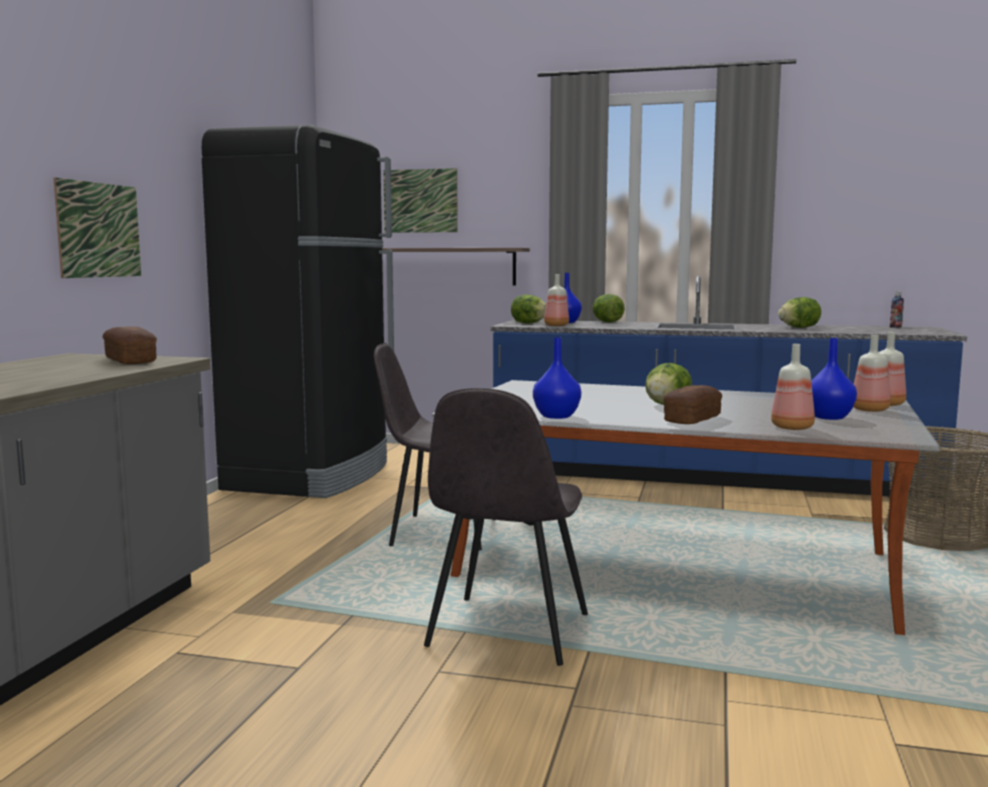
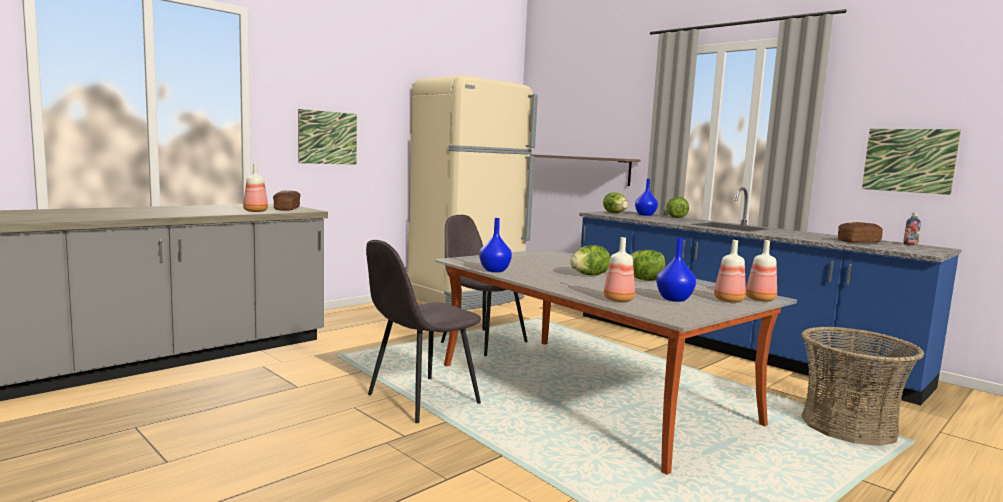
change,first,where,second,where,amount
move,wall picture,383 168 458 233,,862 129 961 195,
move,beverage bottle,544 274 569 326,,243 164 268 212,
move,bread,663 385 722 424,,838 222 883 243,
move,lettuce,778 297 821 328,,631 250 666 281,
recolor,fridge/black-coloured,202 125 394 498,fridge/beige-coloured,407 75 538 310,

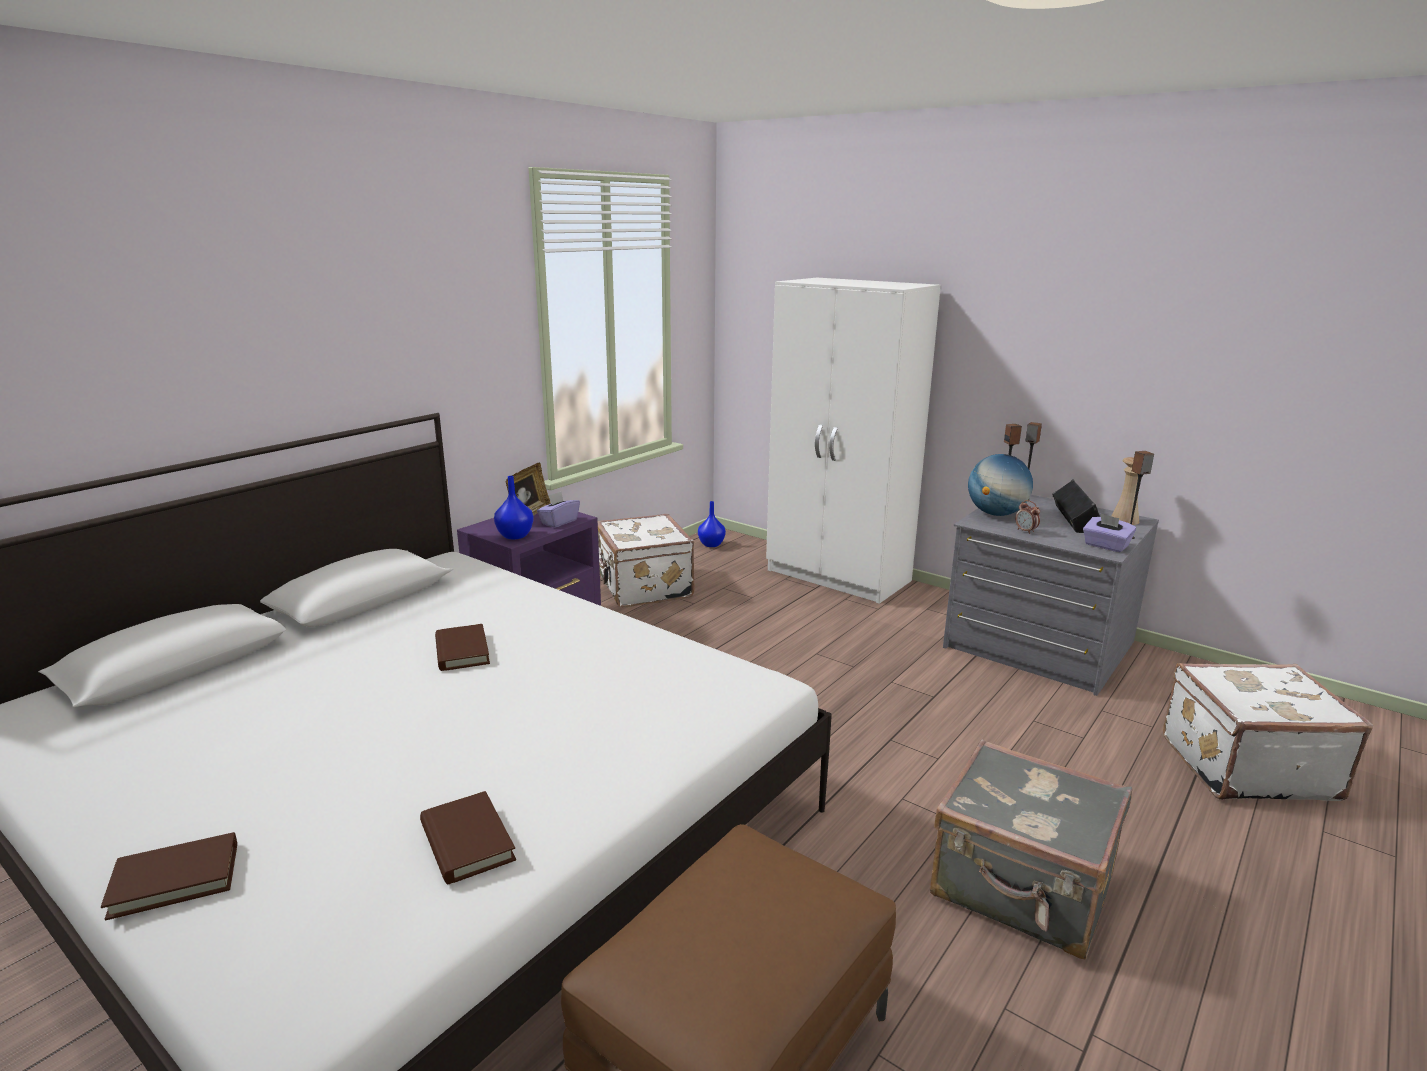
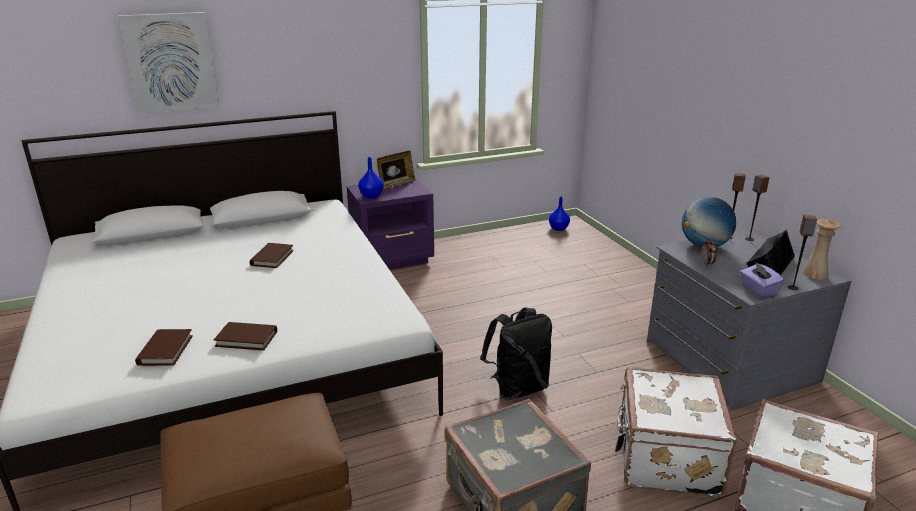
change,first,where,second,where,amount
delete,tissue holder/purplish,537 492 580 528,,,
delete,armoire/white,766 278 941 604,,,
insert,,,wall picture,118 12 219 113,
insert,,,backpack/black-coloured,480 307 552 400,
move,bound book/brown,101 832 237 920,,214 322 277 351,
move,piece of luggage/white,598 514 695 607,,615 367 736 498,

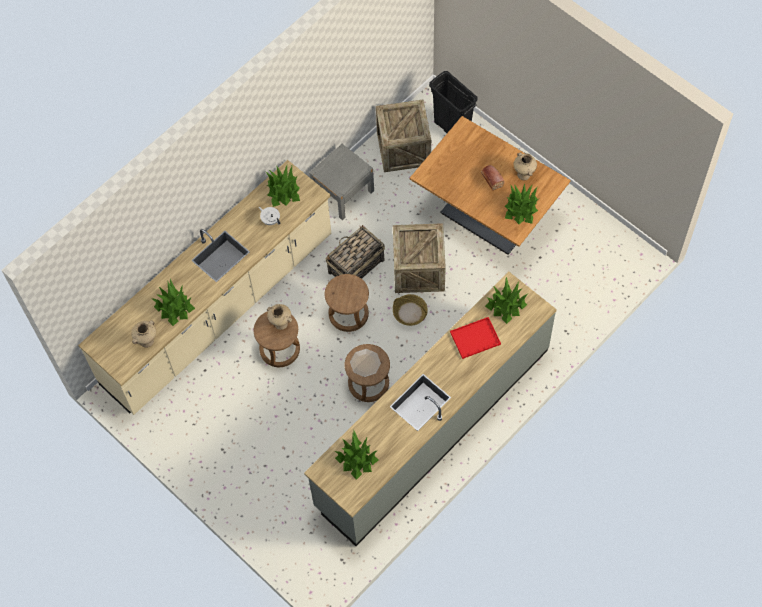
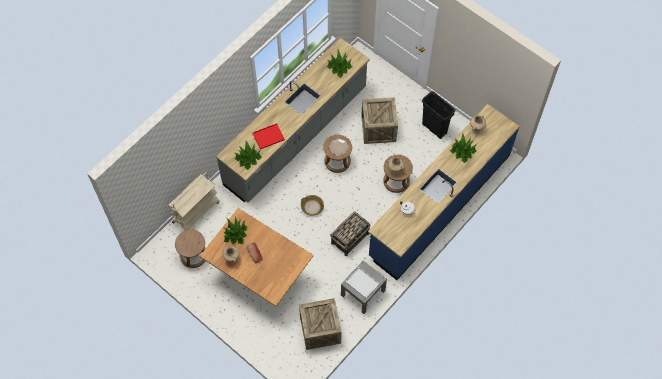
change,first,where,second,where,amount
delete,potted plant,265 166 300 207,,,
insert,,,wheeled cart/beige-coloured,168 172 220 230,
insert,,,serving tray/white,345 267 380 299,
move,stool seat/brown,324 274 369 332,,175 230 206 268,
move,shipping crate,393 223 446 293,,361 97 398 144,
move,trash can/black-coloured,429 71 478 133,,422 91 455 139,
recolor,kitchen counter/beige-coloured,78 160 331 415,kitchen counter/bluish,368 104 520 280,

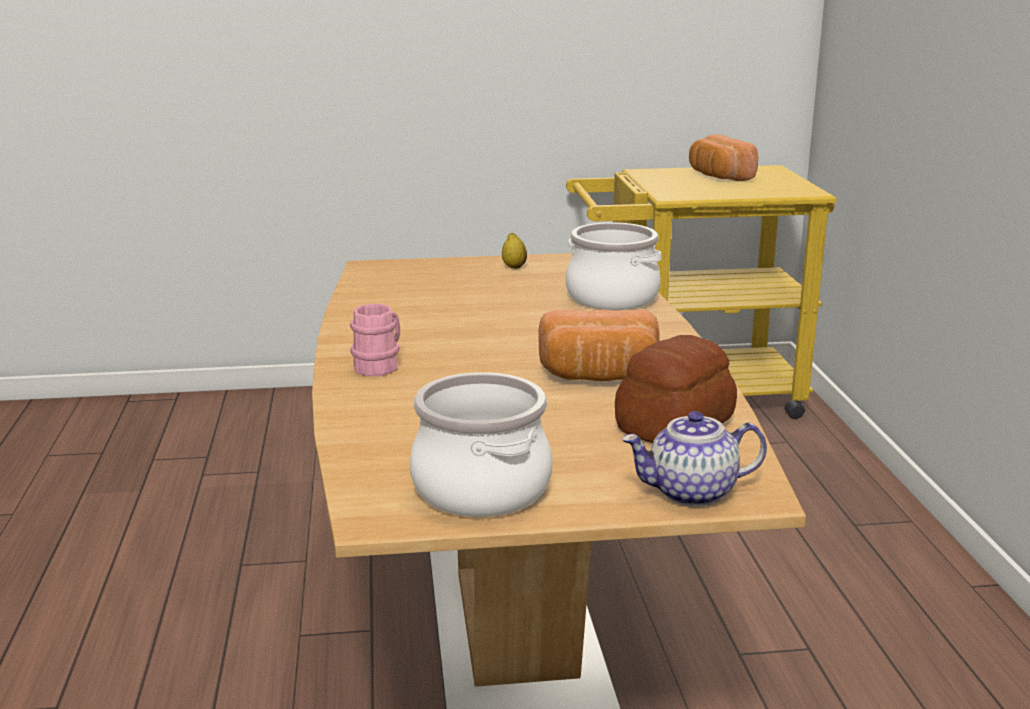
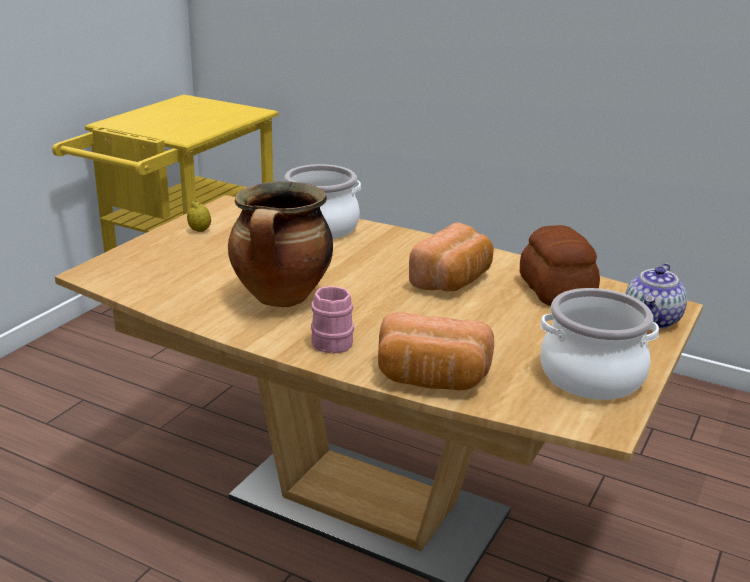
change,first,where,second,where,amount
insert,,,stockpot,228 181 333 307,
move,bread,689 134 758 181,,378 312 494 390,

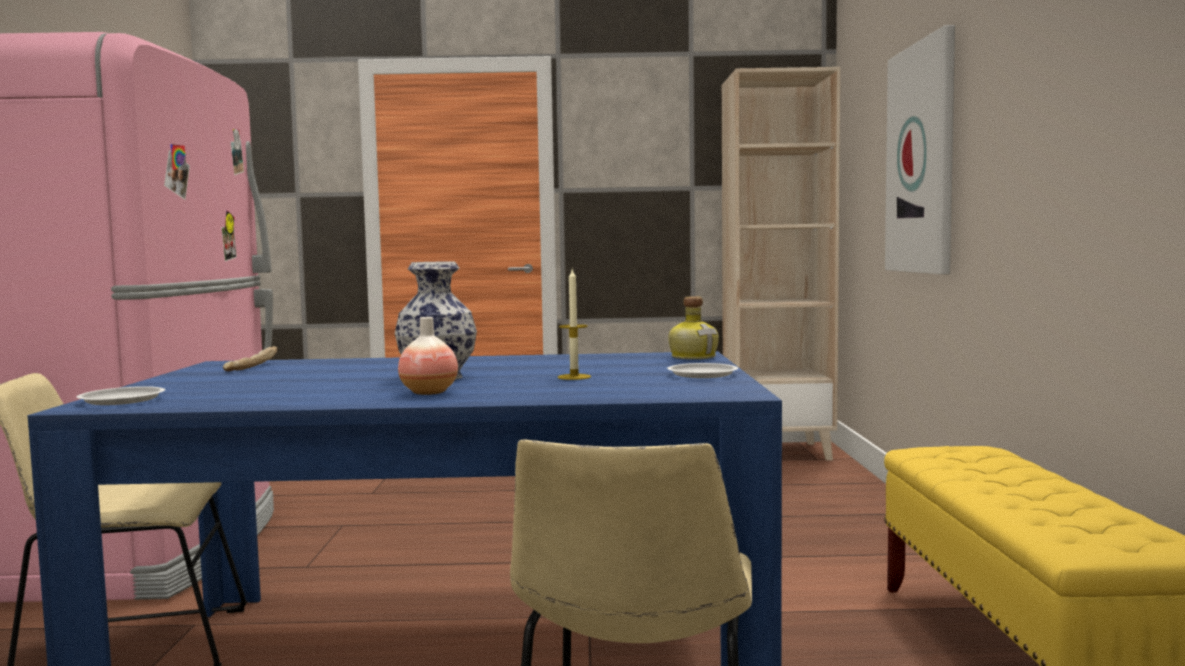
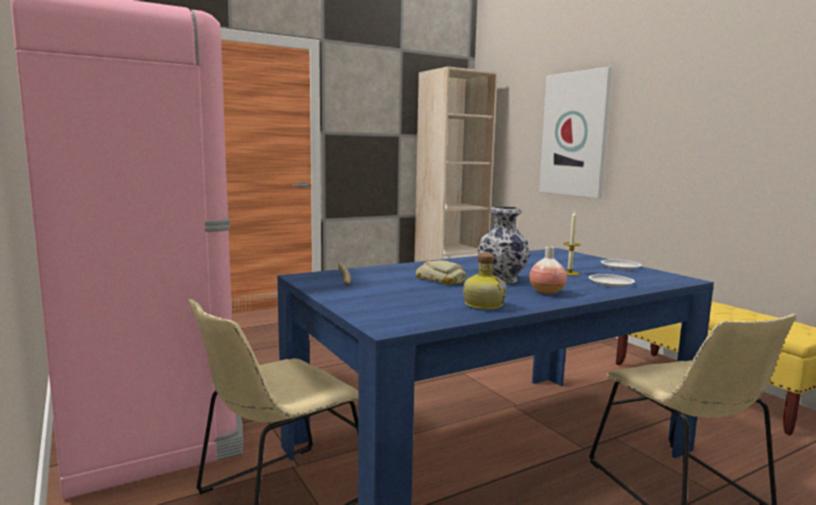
change,first,where,second,where,amount
insert,,,bread,416 261 466 284,
move,flat dish/white,77 386 165 405,,588 274 635 287,
move,beverage bottle,668 296 719 359,,463 253 507 310,

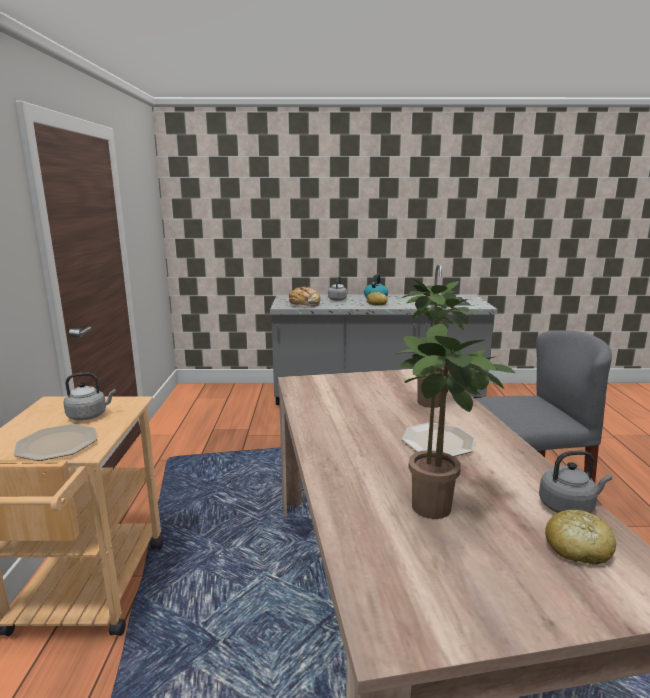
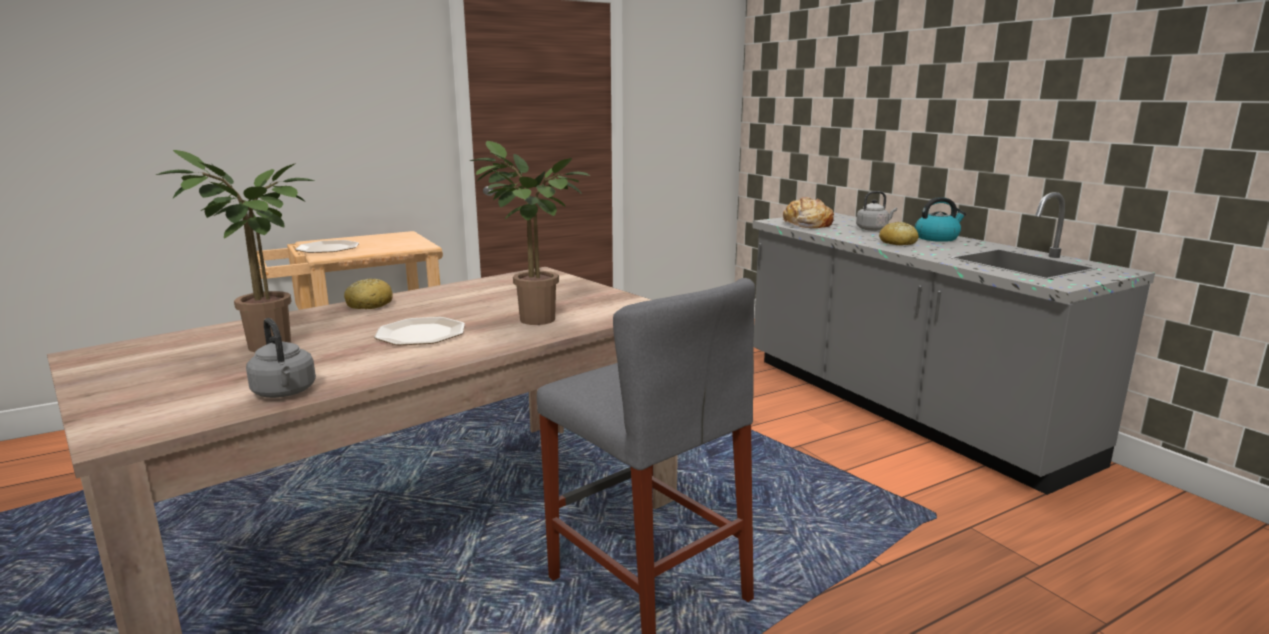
change,first,where,second,where,amount
delete,water kettle/greyish,63 372 116 421,,,
move,bread,545 510 616 565,,344 279 393 309,

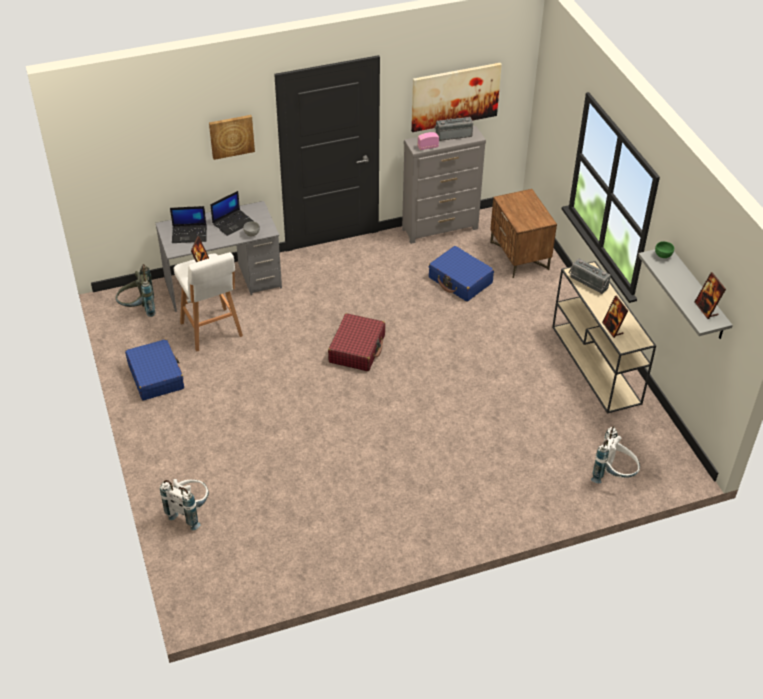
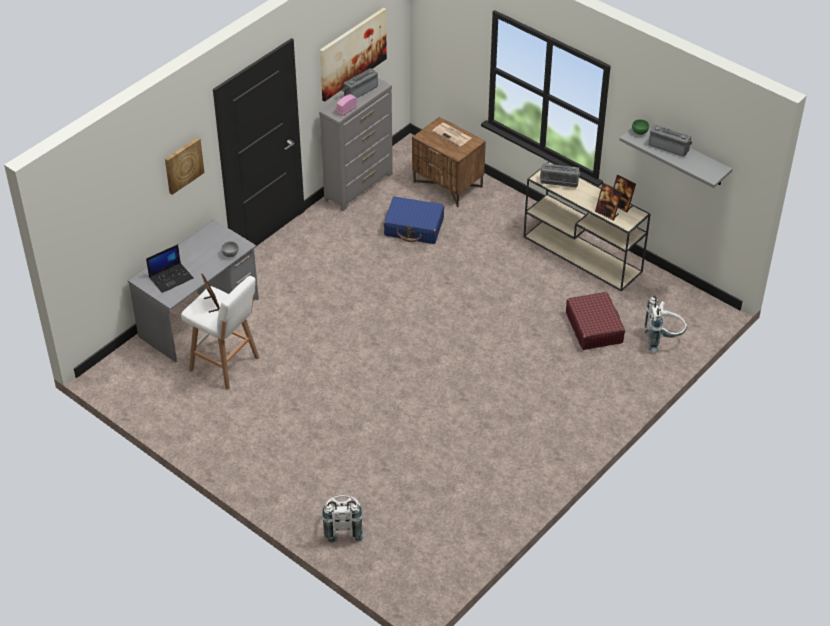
change,first,where,second,where,amount
delete,backpack/greyish,116 264 156 317,,,
delete,piece of luggage/bluish,125 339 184 401,,,
delete,portable computer,210 191 254 236,,,
insert,,,printed paper,432 123 471 146,
insert,,,radio set,649 124 692 157,
move,piece of luggage/reddish,328 313 385 371,,566 292 625 350,
move,picture frame,695 272 726 319,,613 175 636 212,

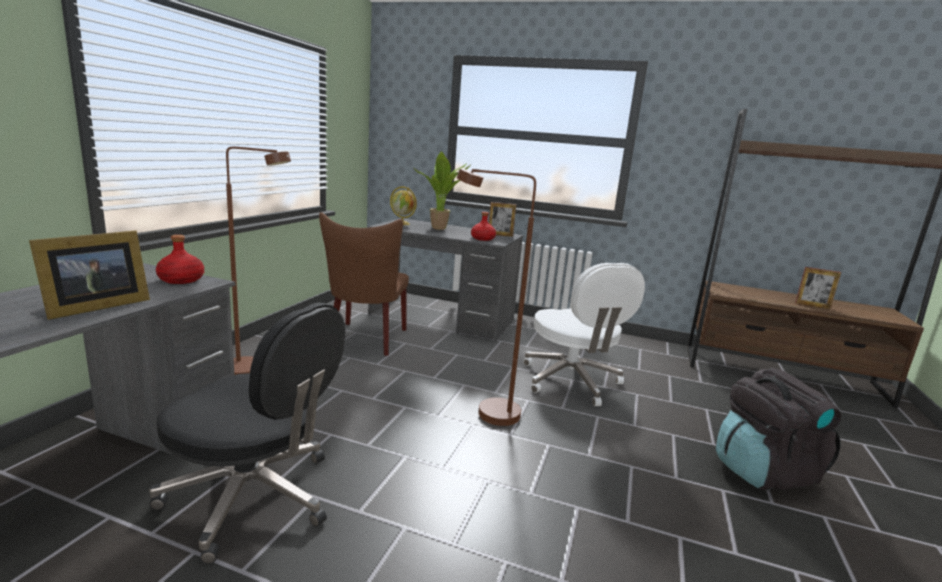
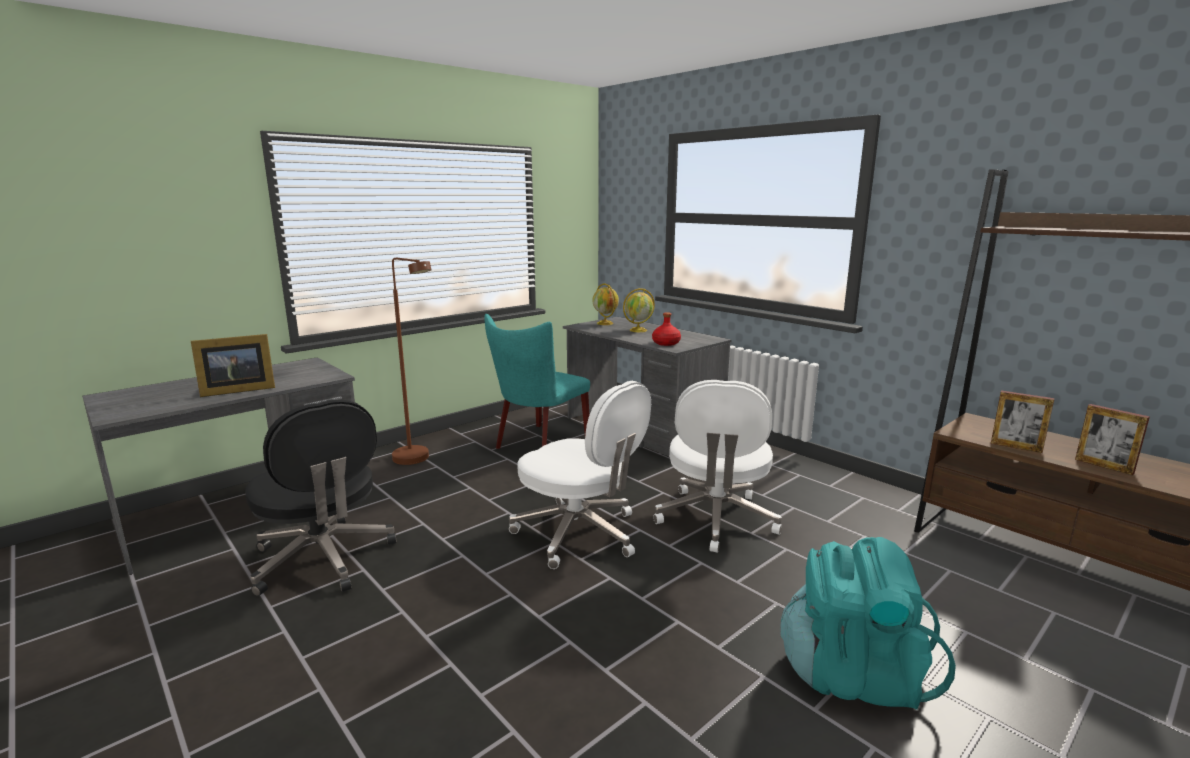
change,first,where,second,where,amount
delete,beverage bottle/reddish,156 235 204 284,,,
move,picture frame,489 202 516 237,,991 391 1054 453,
replace,potted plant,413 151 471 230,globe,623 288 655 332,
replace,floor lamp/brown,457 168 536 426,office chair/white,509 381 651 569,
recolor,plain chair/brown,319 212 409 356,plain chair/turquoise-coloured,484 314 590 449,
recolor,backpack/black-coloured,716 368 841 491,backpack/turquoise-coloured,780 537 956 710,

